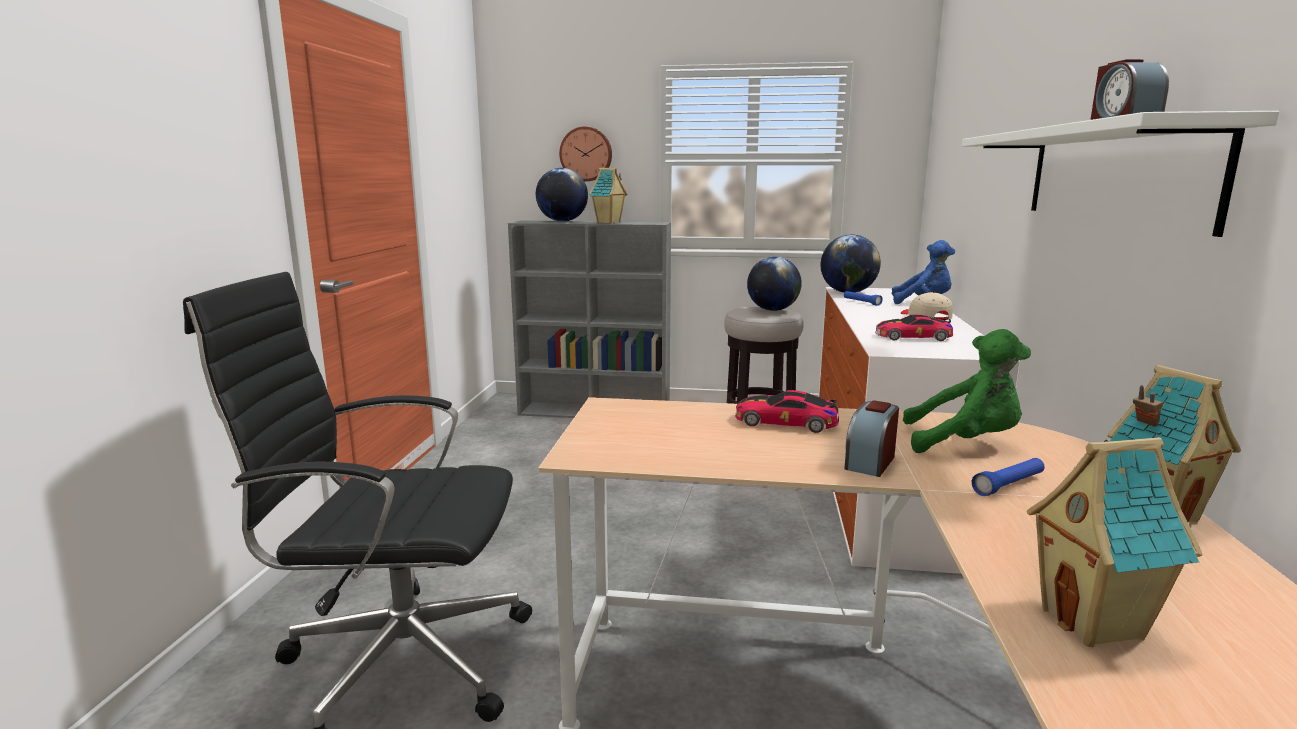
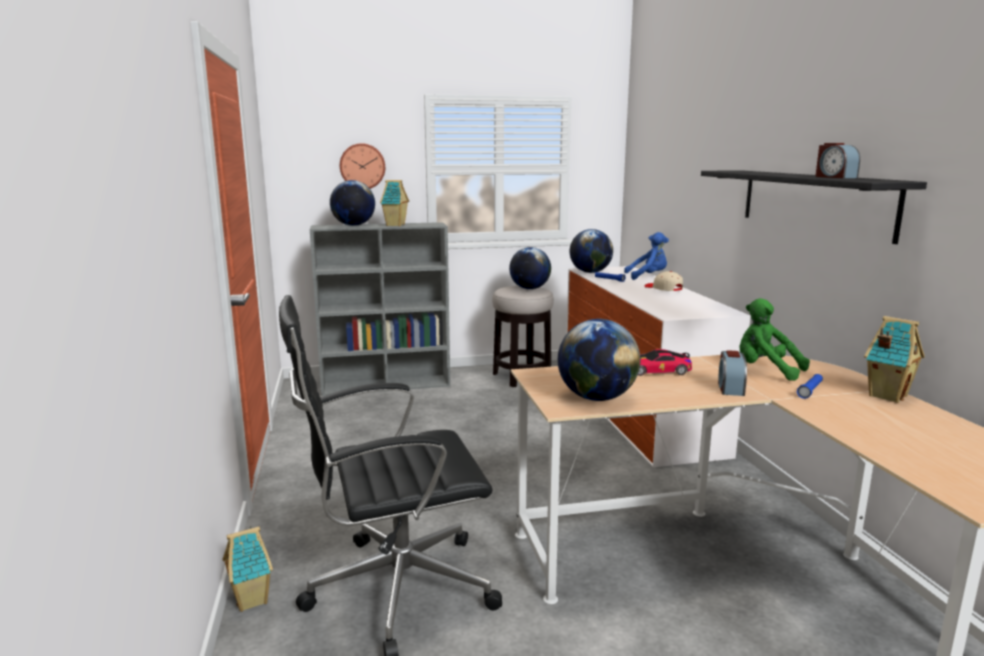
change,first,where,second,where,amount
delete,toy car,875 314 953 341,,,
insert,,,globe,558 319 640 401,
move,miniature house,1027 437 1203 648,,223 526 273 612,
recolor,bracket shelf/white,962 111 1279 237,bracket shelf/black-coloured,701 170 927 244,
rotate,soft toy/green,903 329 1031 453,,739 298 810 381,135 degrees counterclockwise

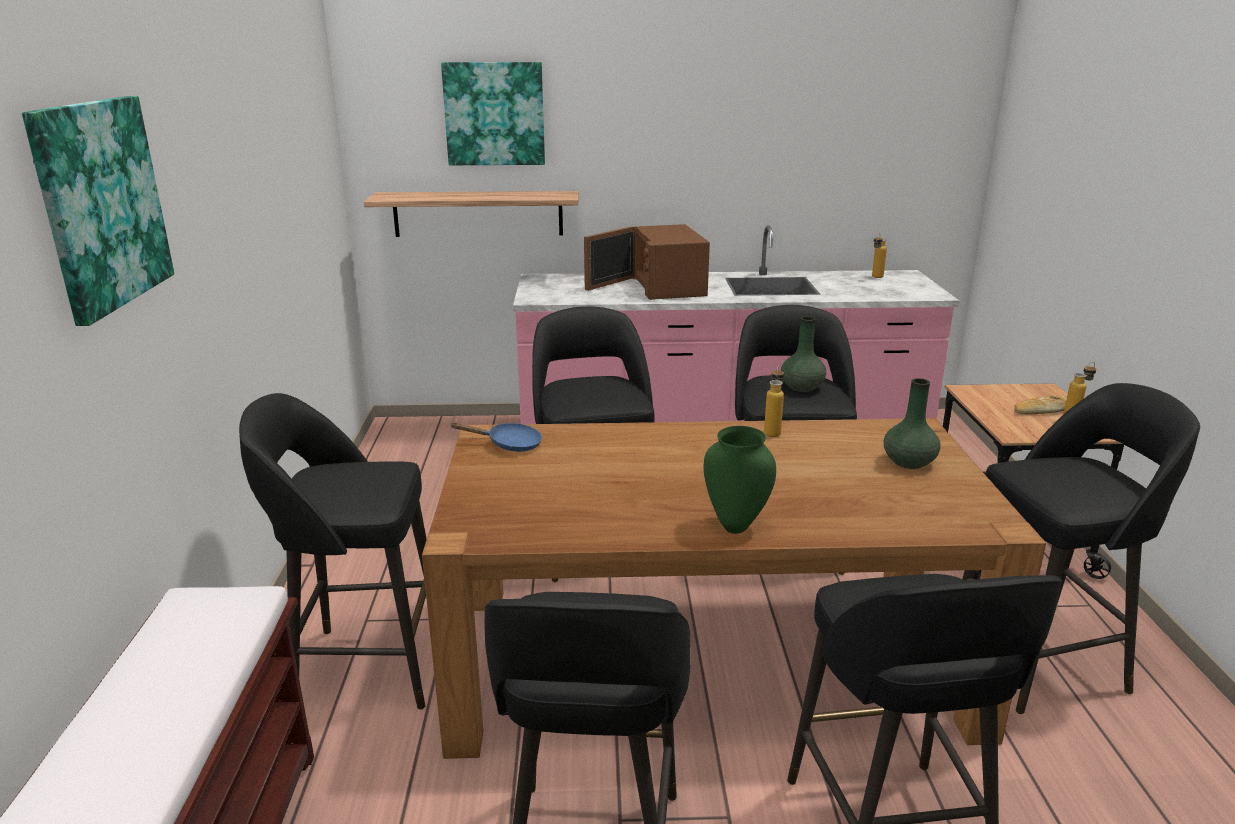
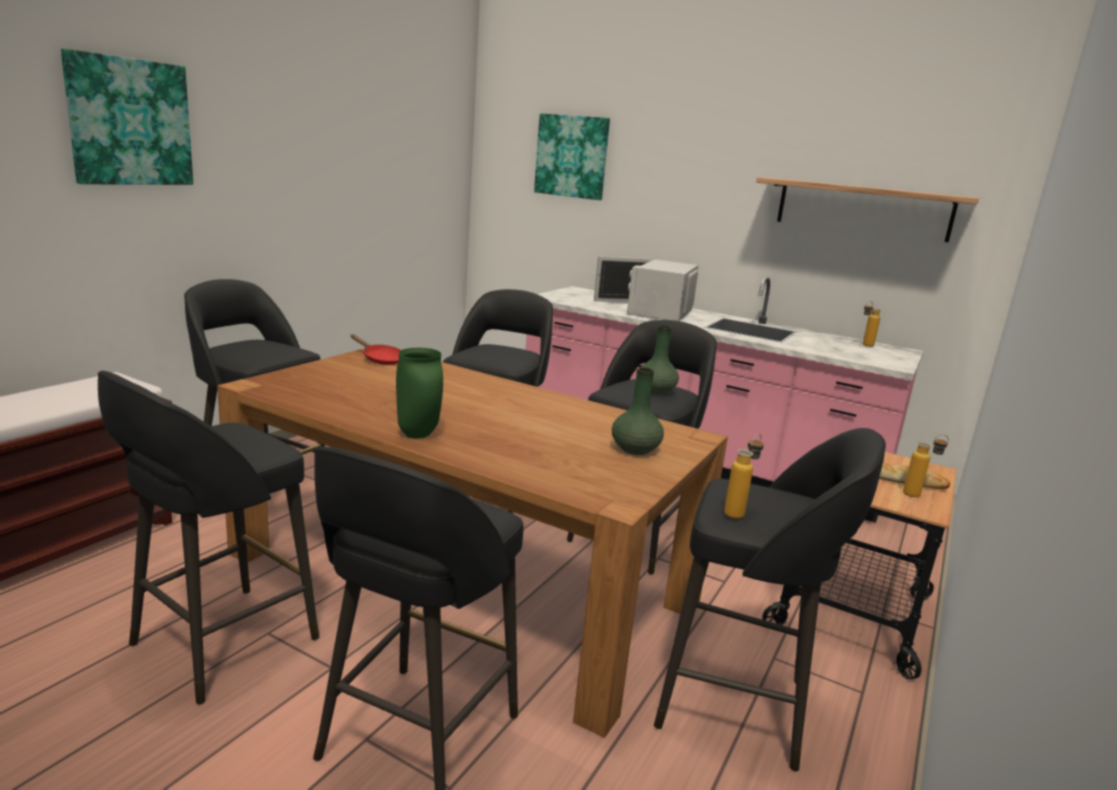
change,first,where,second,where,amount
move,bracket shelf,364 191 579 237,,756 177 979 242,
move,beverage bottle,764 365 784 437,,724 434 764 519,
recolor,frying pan/bluish,450 422 542 452,frying pan/reddish,351 335 401 365,
recolor,microwave/brown,584 224 710 300,microwave/white,594 256 698 321,

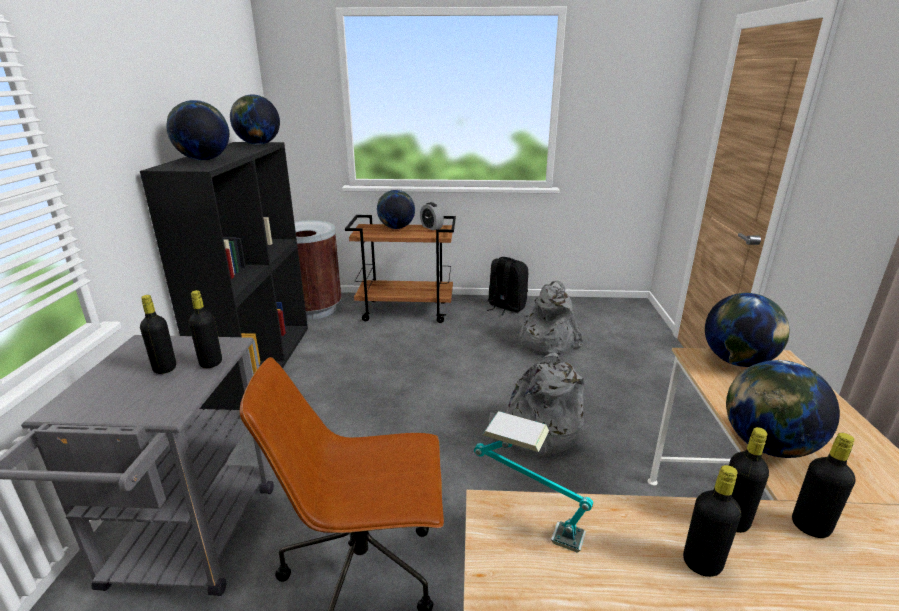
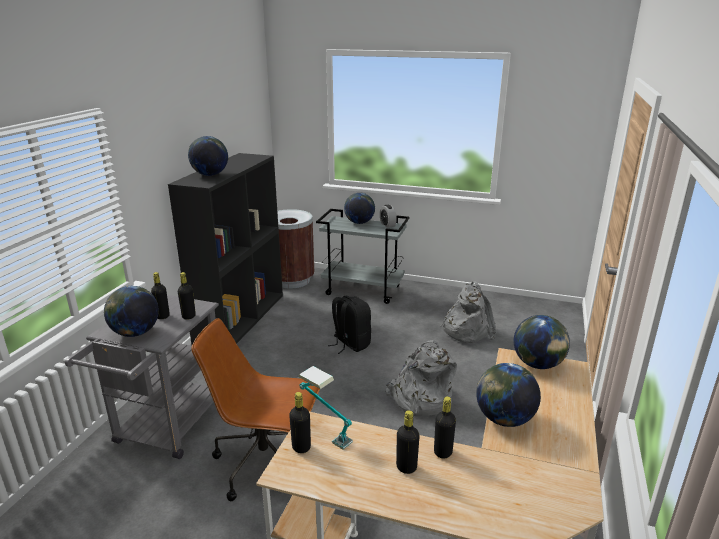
change,first,where,second,where,amount
move,globe,230 94 280 145,,104 285 159 337,
move,backpack/black-coloured,486 257 528 316,,328 296 371 354,
move,beverage bottle/black-coloured,792 433 855 538,,289 392 311 453,
recolor,wheeled cart/brown,345 215 456 323,wheeled cart/greyish,316 209 409 304,

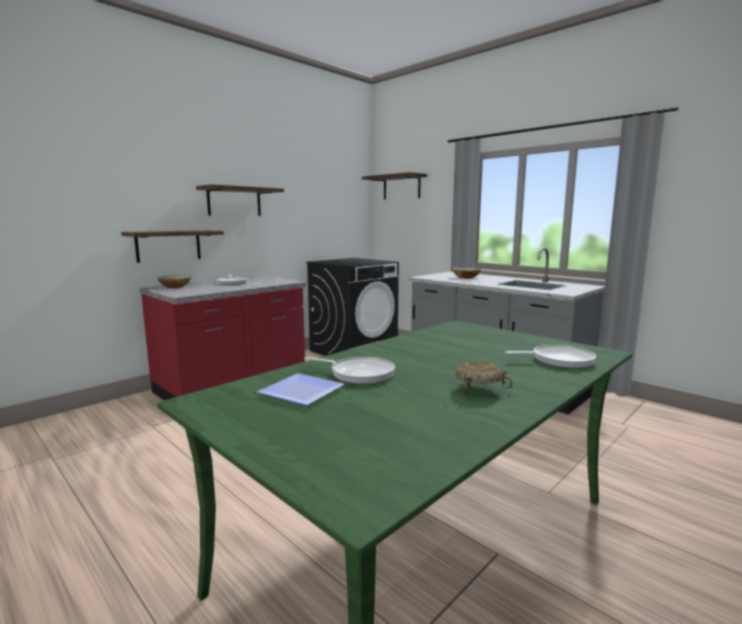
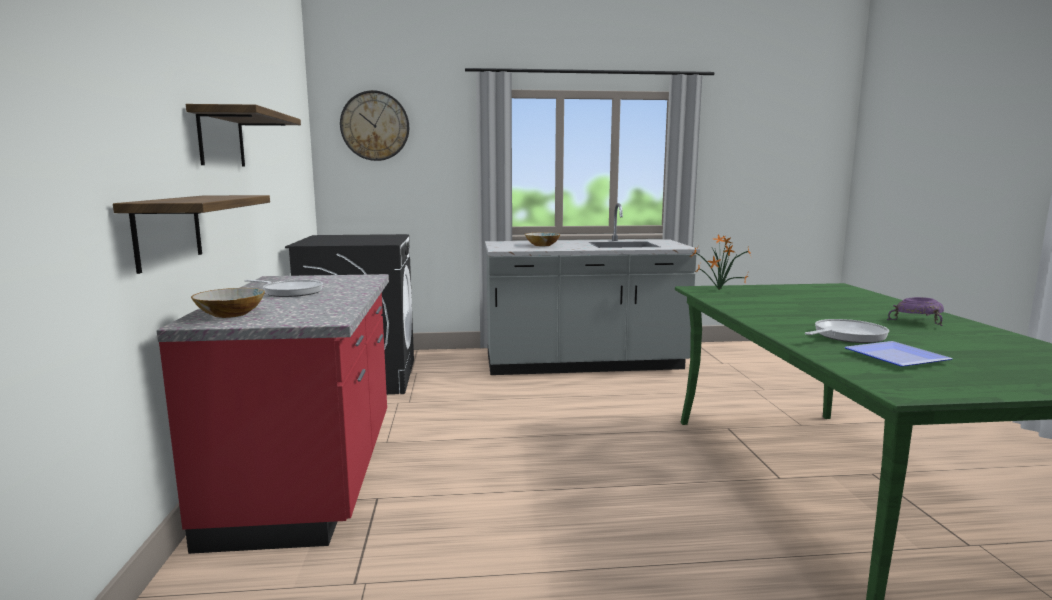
change,first,where,second,where,amount
delete,frying pan,505 345 596 368,,,
insert,,,potted plant,689 234 751 289,
replace,bracket shelf,362 172 427 200,hanging clock,340 90 409 161,
recolor,serving bowl/beige-coloured,455 361 513 396,serving bowl/purplish,887 297 944 326,

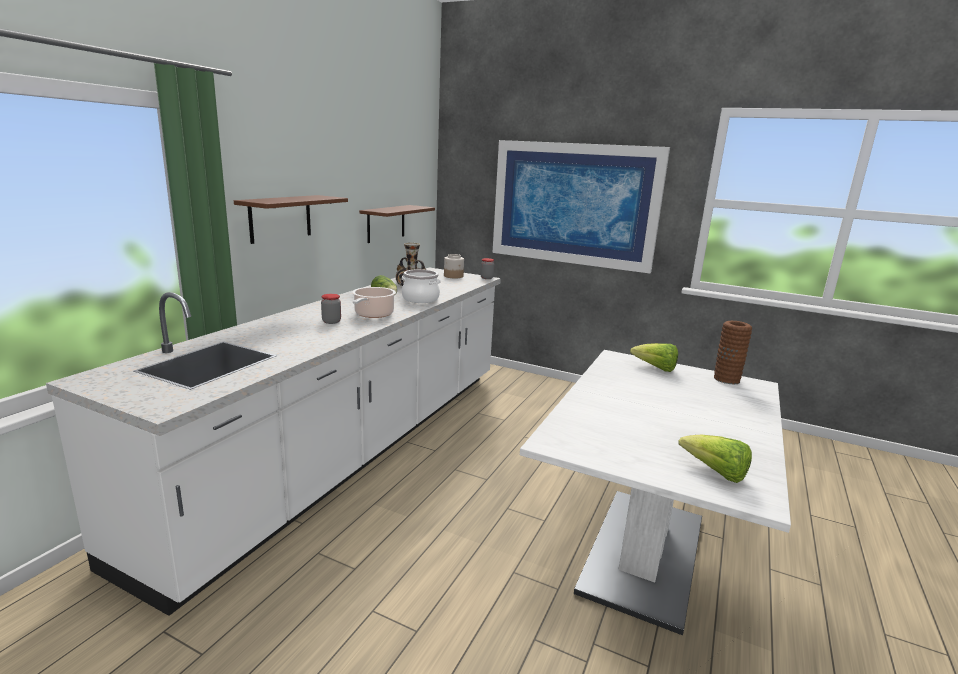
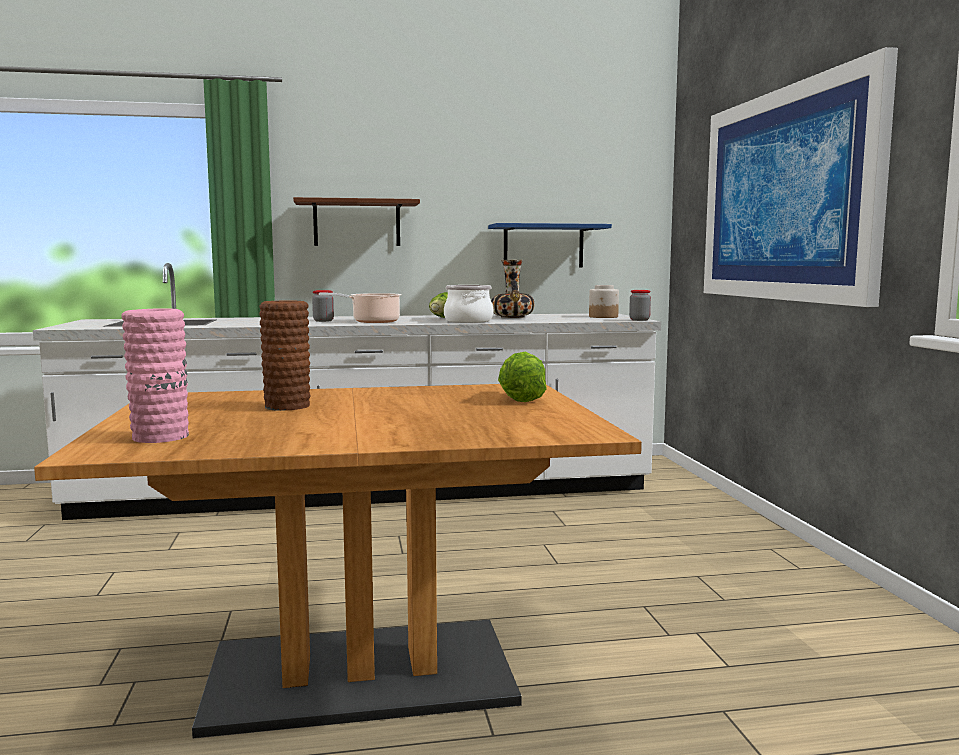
change,first,where,second,where,amount
move,vase/brown,714 321 752 384,,259 301 310 411,
replace,lettuce,678 435 752 483,vase/pinkish,121 308 189 443,
recolor,bracket shelf/brown,359 205 435 243,bracket shelf/bluish,488 223 612 268,
recolor,dinner table/white,520 350 791 635,dinner table/brown,34 384 642 739,

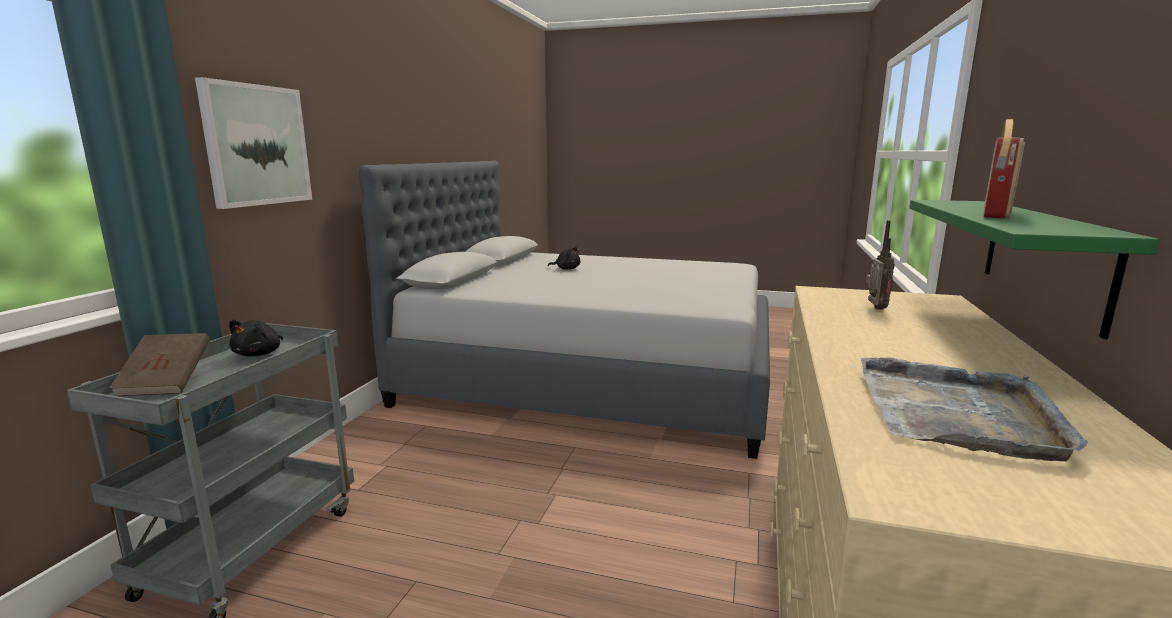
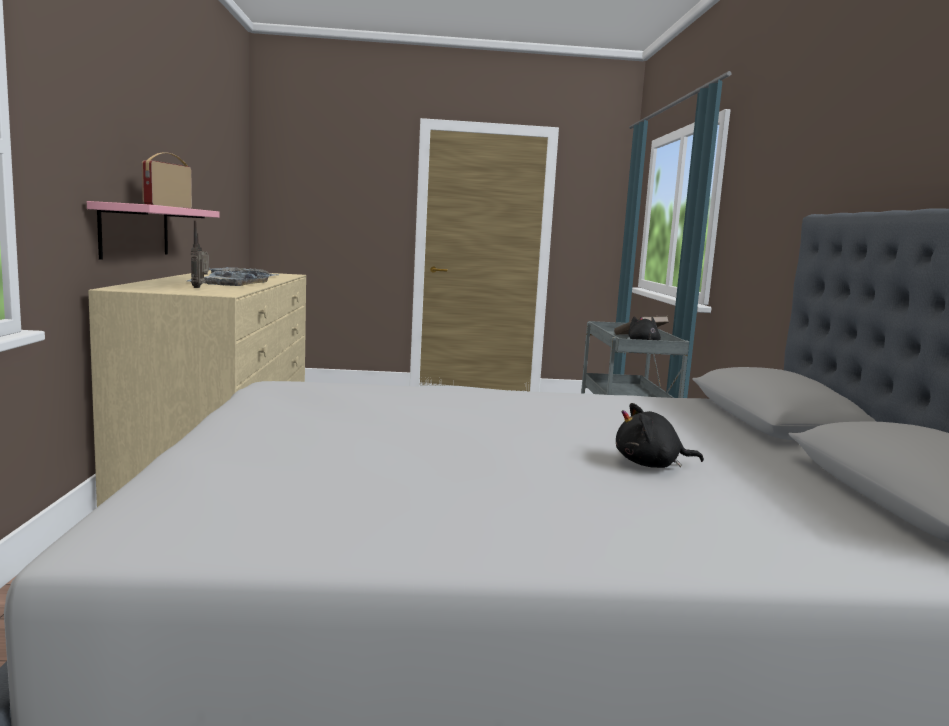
change,first,where,second,where,amount
delete,wall picture,195 77 312 209,,,
insert,,,serving tray/greyish,187 271 271 286,
recolor,bracket shelf/green,909 200 1159 339,bracket shelf/pinkish,87 201 219 260,

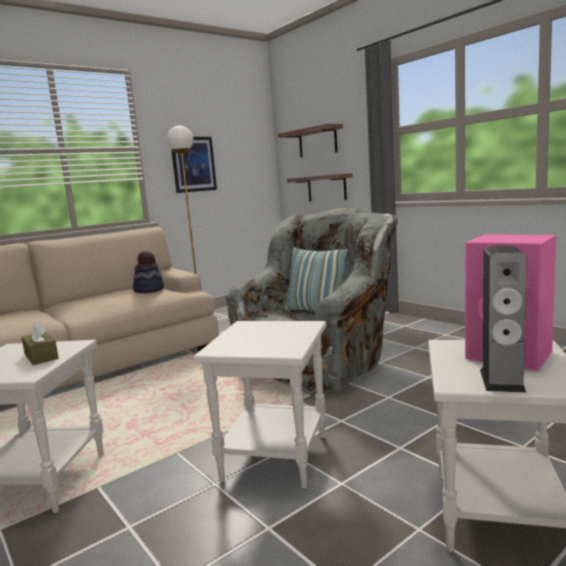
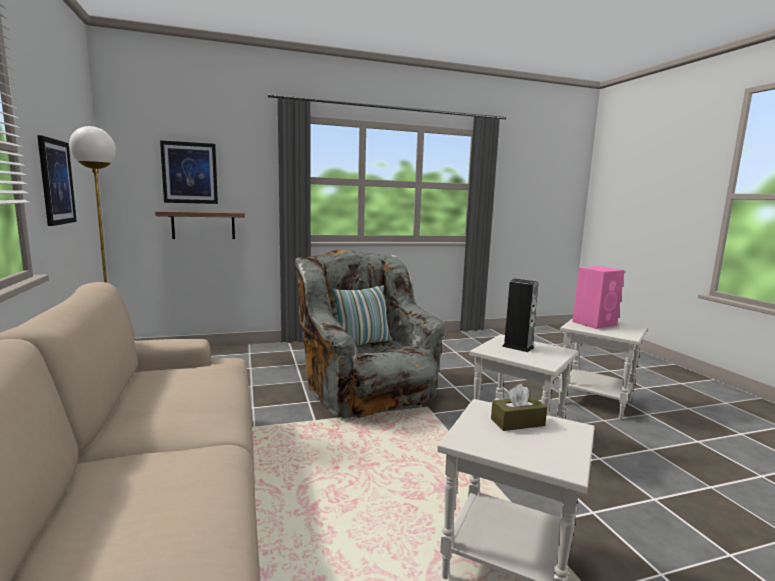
change,first,where,second,where,amount
delete,wearable hat,133 251 164 293,,,
move,audio speaker,480 246 527 393,,502 279 538 352,
replace,bracket shelf,278 124 343 157,wall picture,160 140 218 204,

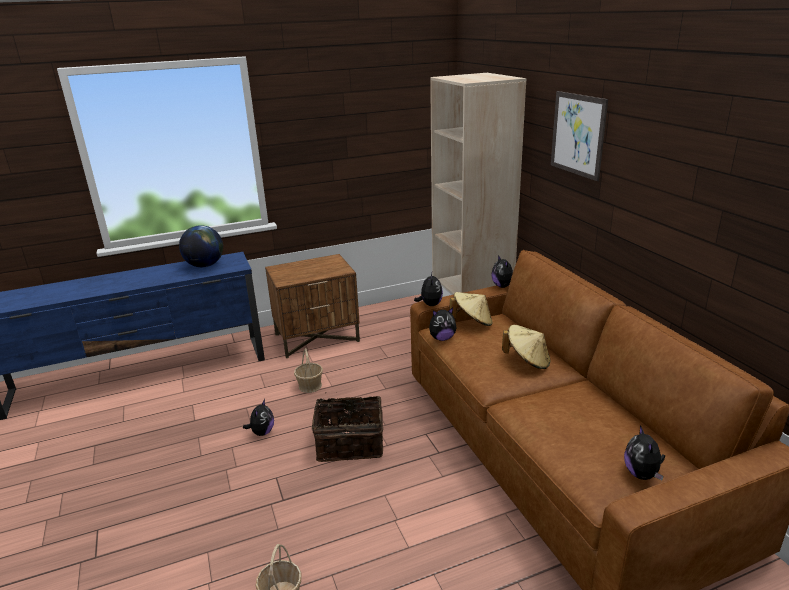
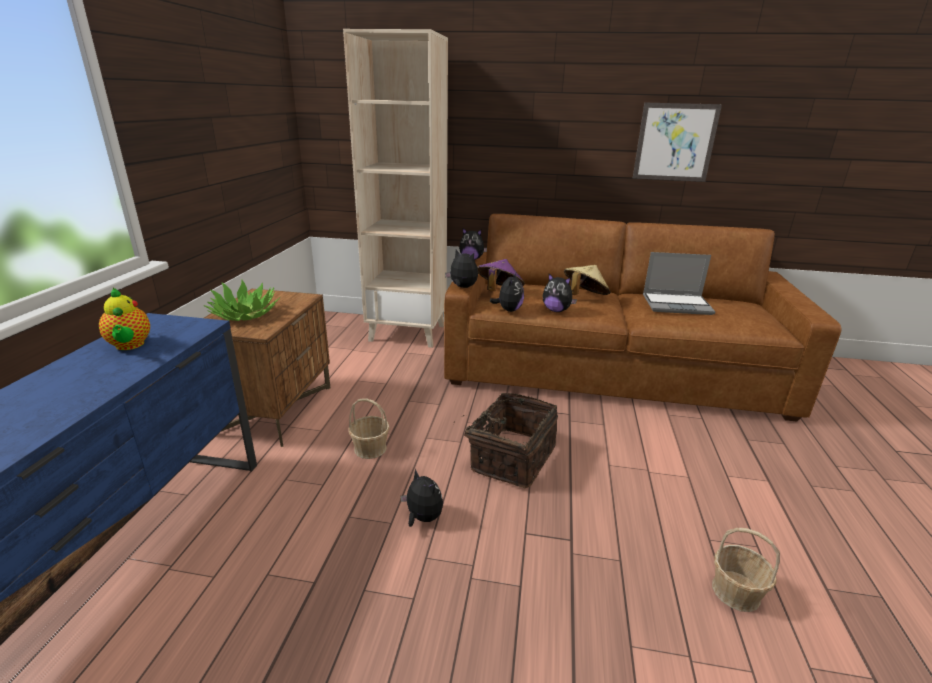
change,first,where,second,where,amount
insert,,,potted plant,203 280 280 321,
insert,,,portable computer,643 252 716 315,
move,wall picture,551 91 608 181,,633 102 722 182,
move,soft toy,624 425 665 480,,542 274 577 312,
replace,globe,179 225 223 267,pot for tea,99 288 150 350,
recolor,wearable hat/beige-coloured,450 292 492 326,wearable hat/purplish,477 259 525 291,

